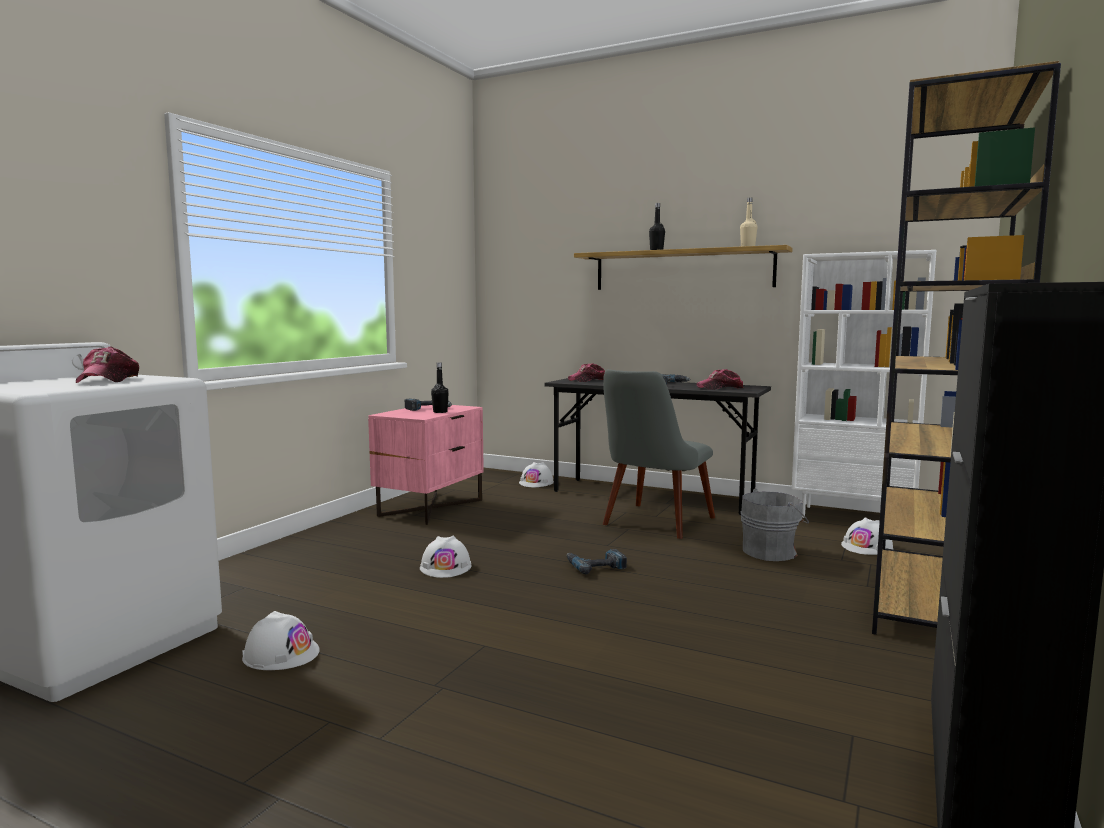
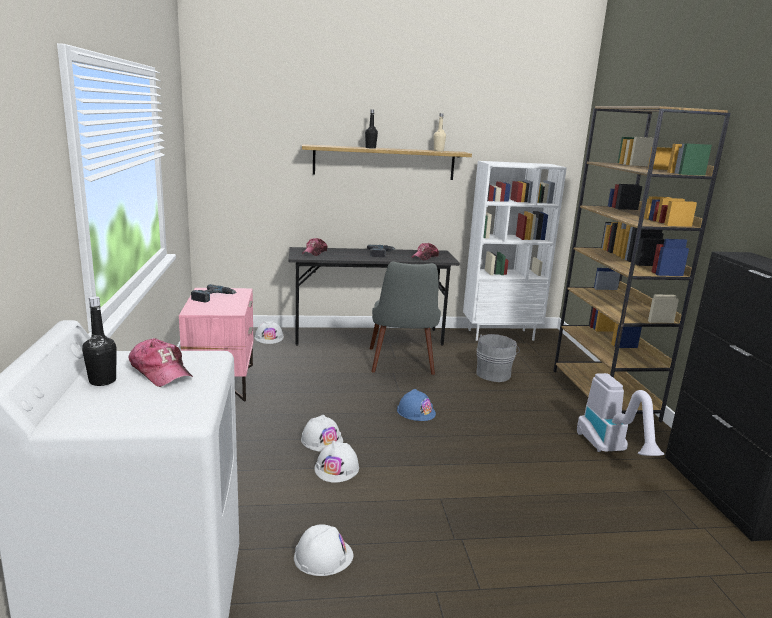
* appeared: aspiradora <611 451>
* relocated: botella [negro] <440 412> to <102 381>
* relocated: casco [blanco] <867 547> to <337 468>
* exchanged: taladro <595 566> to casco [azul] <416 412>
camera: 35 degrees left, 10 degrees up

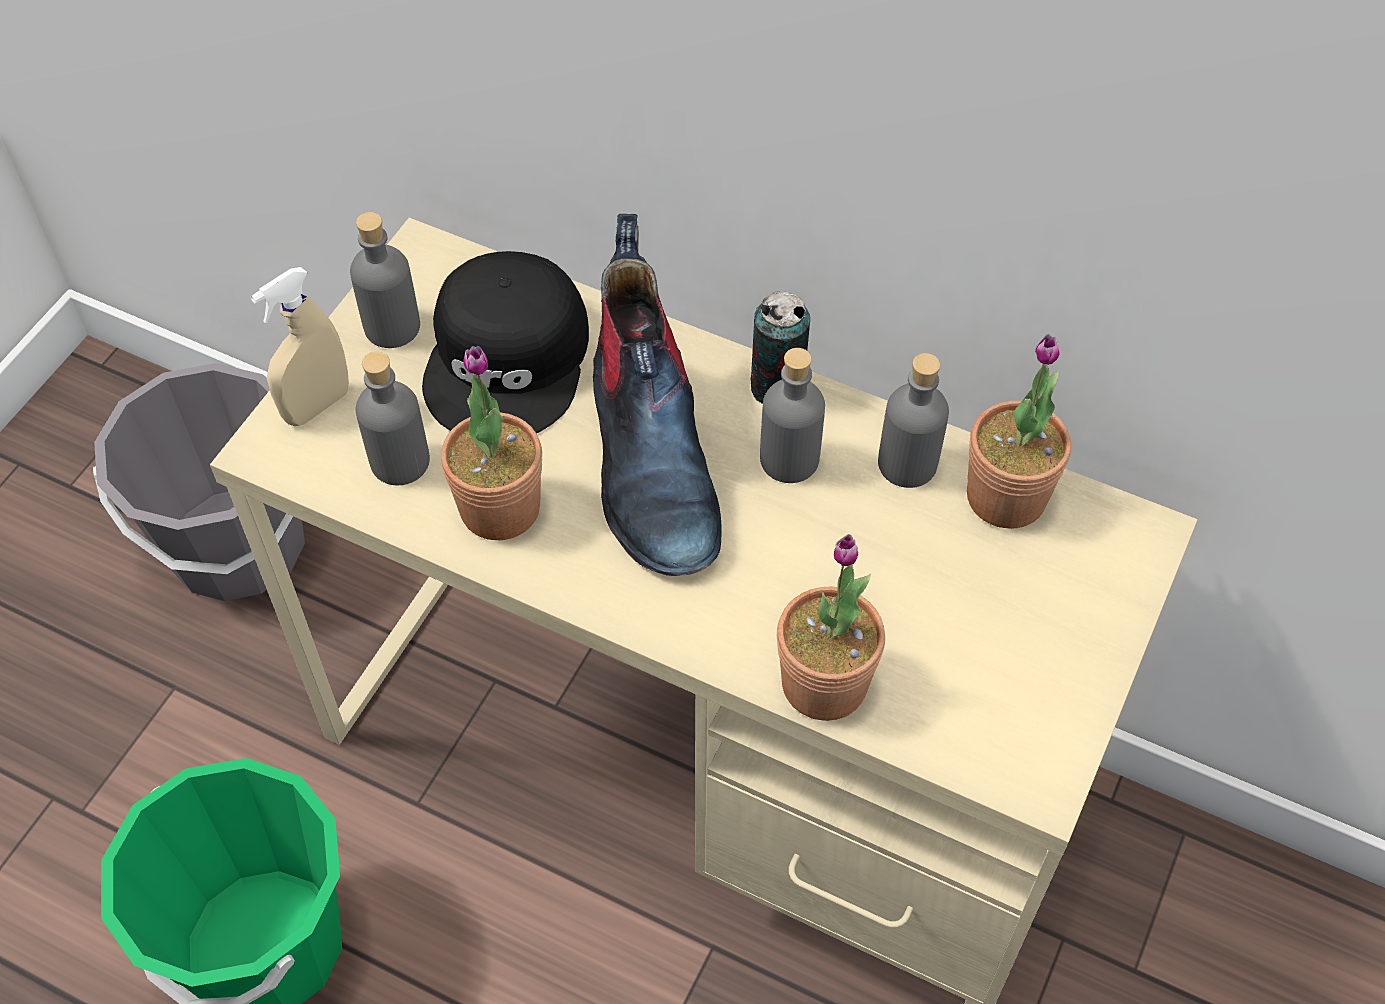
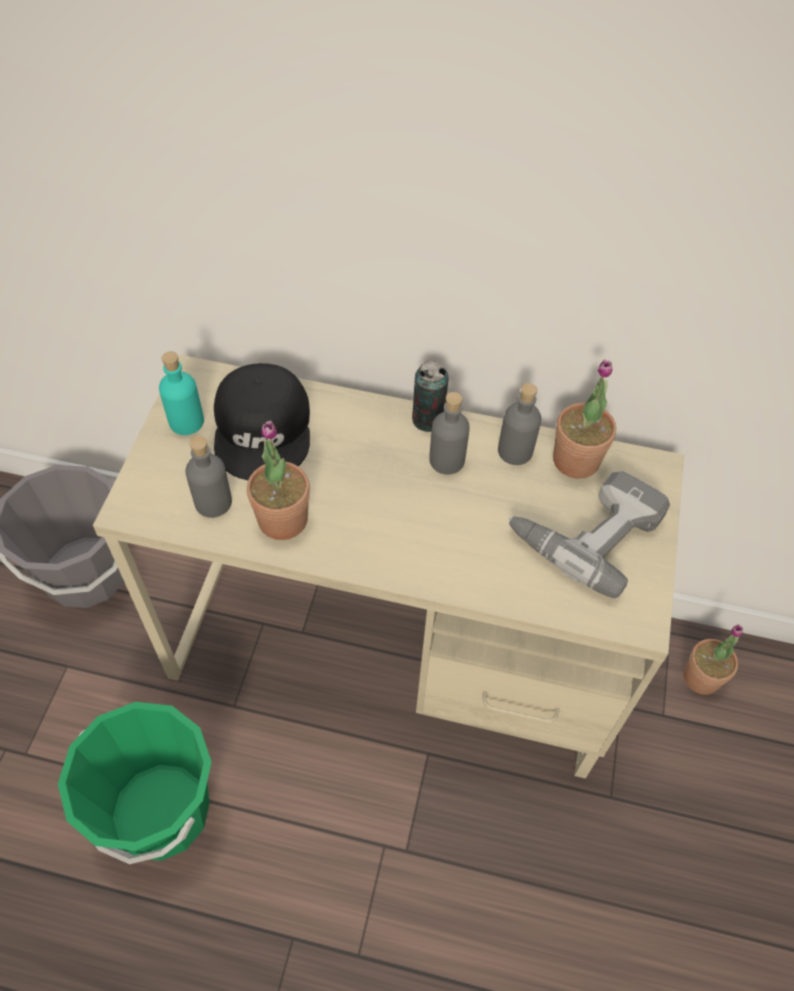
* missing: pulverizador [beis] <317 406>
* missing: bota <650 459>
* appeared: taladro <586 530>
* relocated: planta en maceta <824 683> to <701 677>
* colour: botella [gris] <392 326> to botella [turquesa] <186 421>
camera: 15 degrees left, 0 degrees up

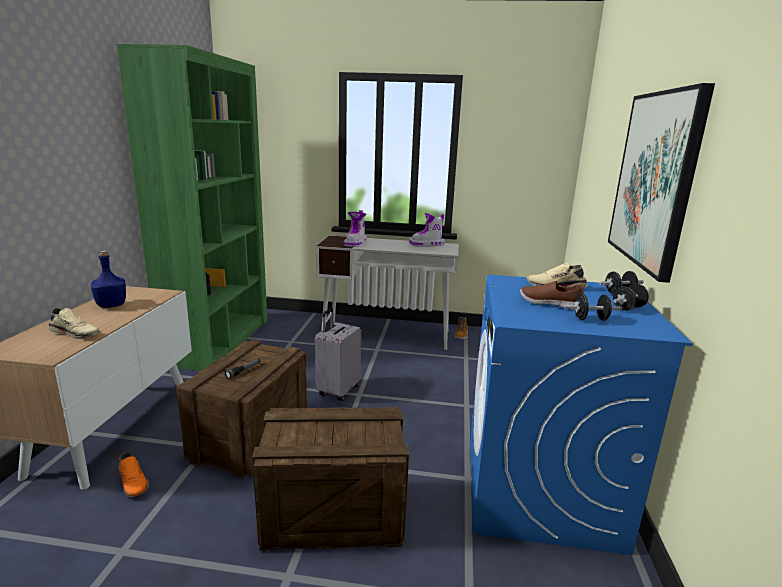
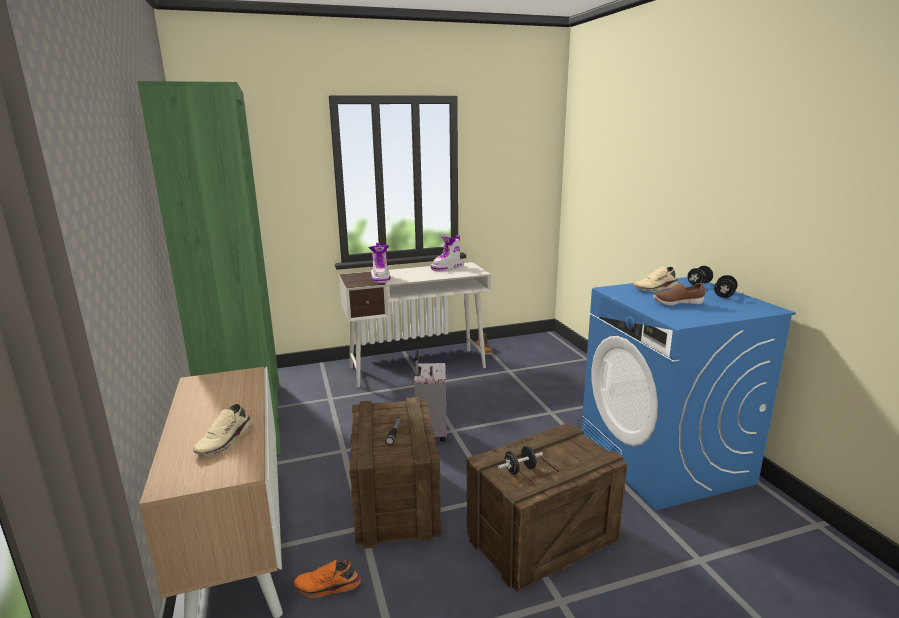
* missing: botella [azul] <112 305>
* missing: cuadro <654 179>
* relocated: mancuerna [negro] <590 319> to <520 470>
* spun: zapato [beis] <76 333> = <226 441> 120 degrees clockwise
* spun: zapato [naranja] <134 482> = <327 587> 150 degrees clockwise
camera: 25 degrees left, 0 degrees up

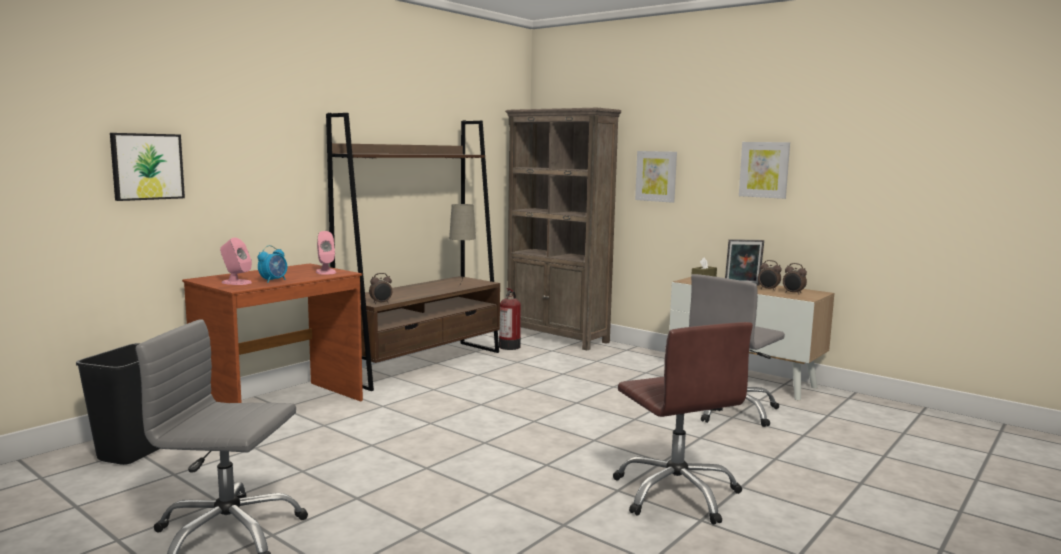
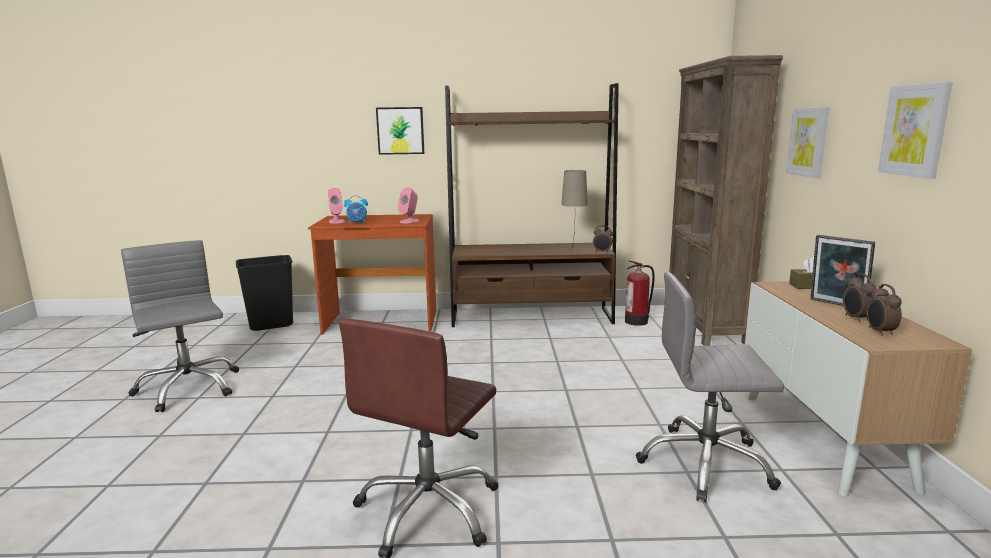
* relocated: cuadro <147 166> to <400 130>
* relocated: despertador <381 303> to <602 252>
camera: 50 degrees right, 5 degrees up

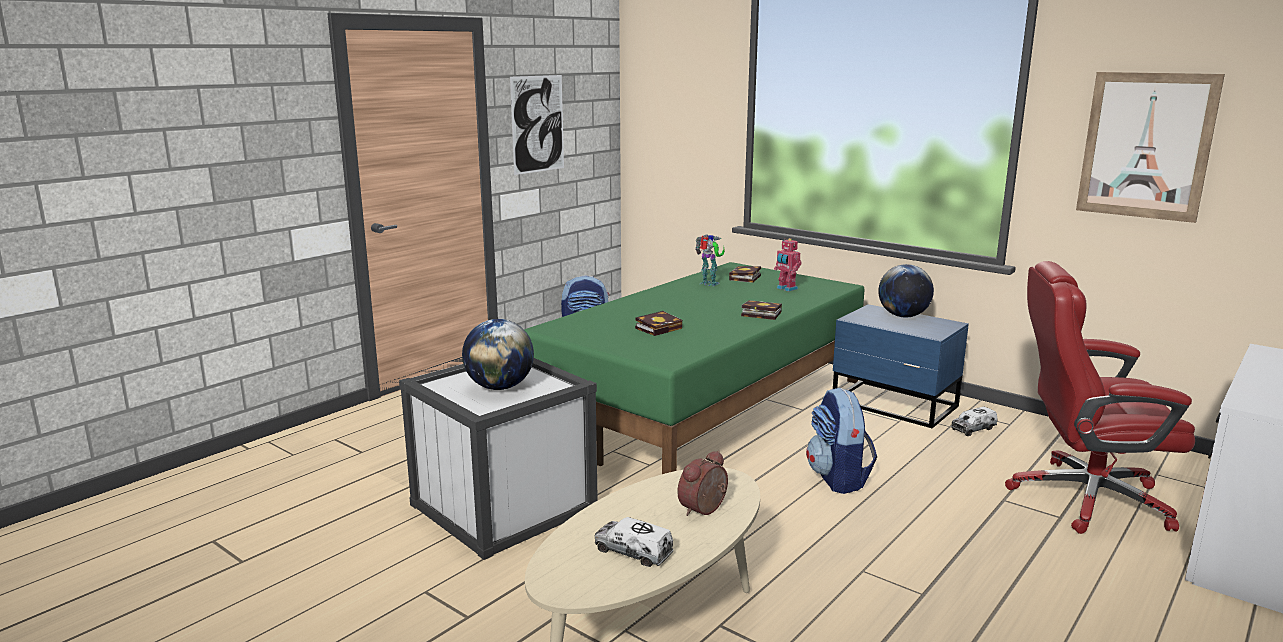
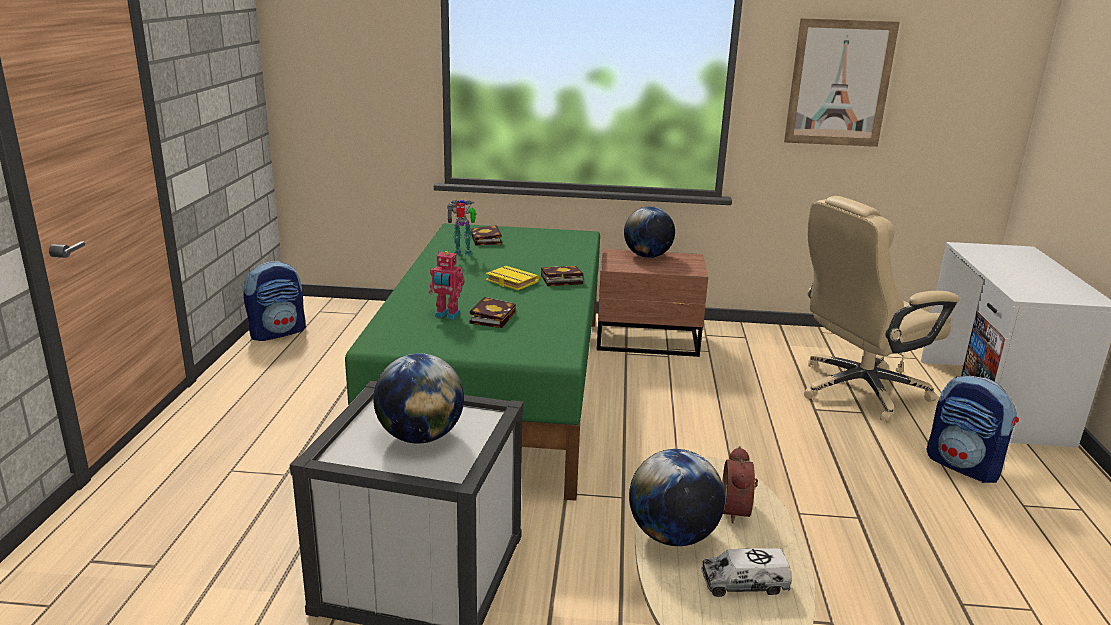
* missing: cuadro <538 124>
* missing: camión de juguete <973 429>
* appeared: libro [amarillo] <510 282>
* appeared: globo terráqueo <672 536>
* relocated: robot de juguete <786 289> to <447 315>
* relocated: mochila <838 479> to <964 466>
* colour: mesita de noche [azul] <895 405> to mesita de noche [marrón] <649 341>
* colour: silla de oficina [rojo] <1085 498> to silla de oficina [beis] <858 390>
camera: 35 degrees left, 5 degrees up

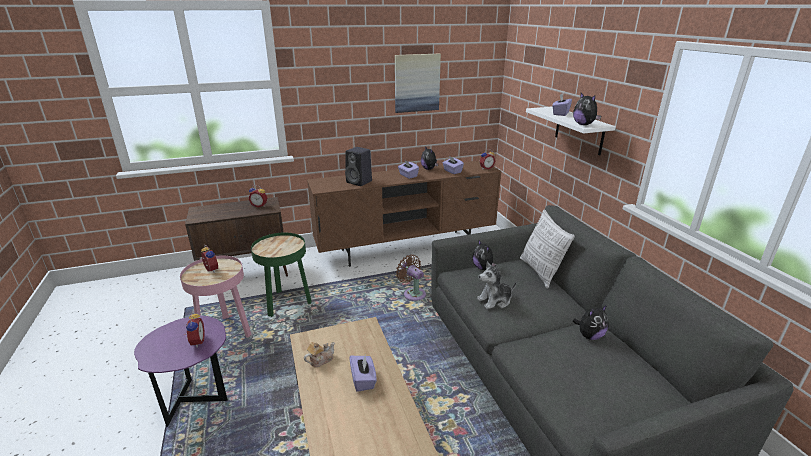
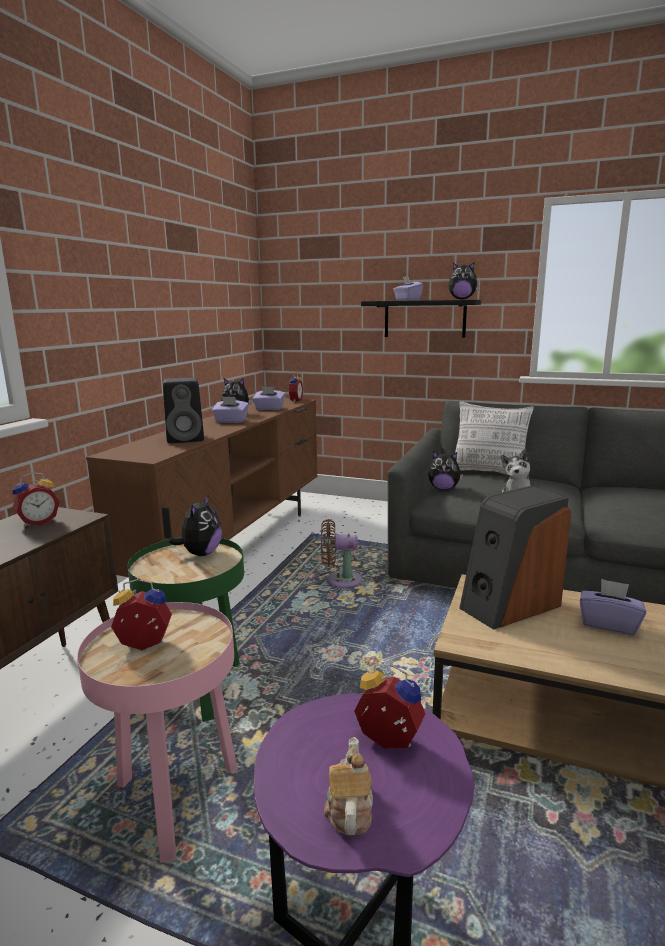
* missing: cuadro <417 83>
* appeared: altavoz <509 606>
* relocated: tetera <320 360> to <349 808>
* relocated: peluche <589 336> to <200 553>
* colour: estante [blanco] <579 130> to estante [negro] <424 319>
camera: 50 degrees left, 10 degrees down

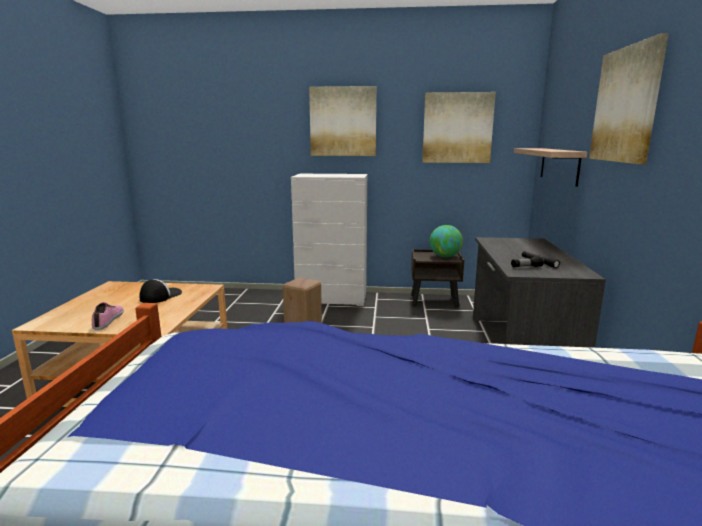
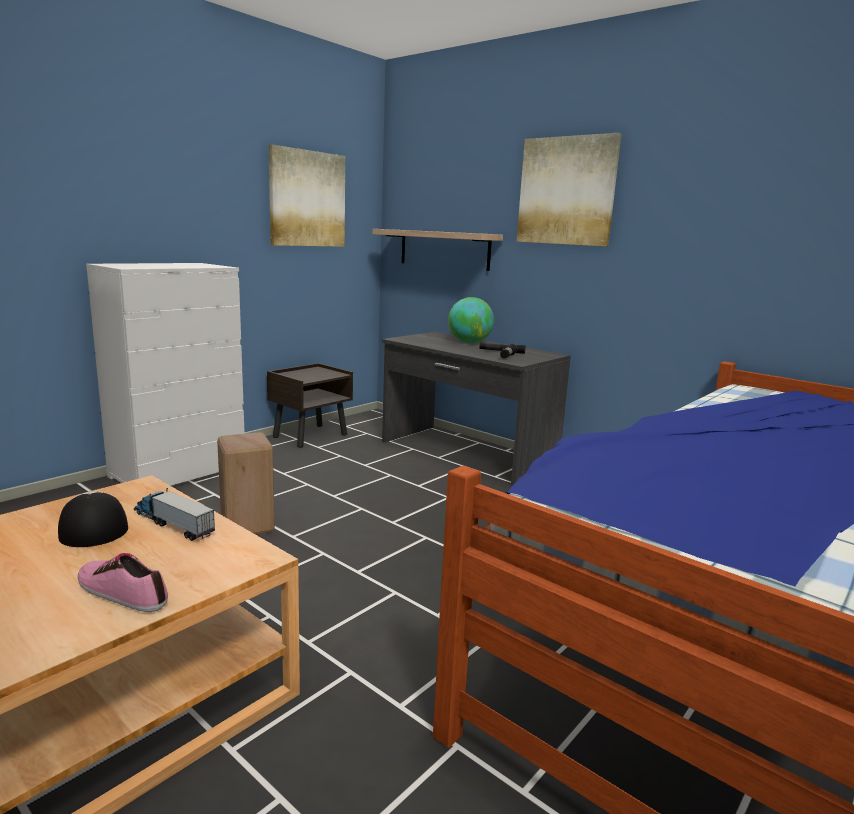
* missing: cuadro <343 121>
* appeared: camión de juguete <173 524>
* relocated: globo terráqueo <445 256> to <469 342>
camera: 55 degrees left, 0 degrees up

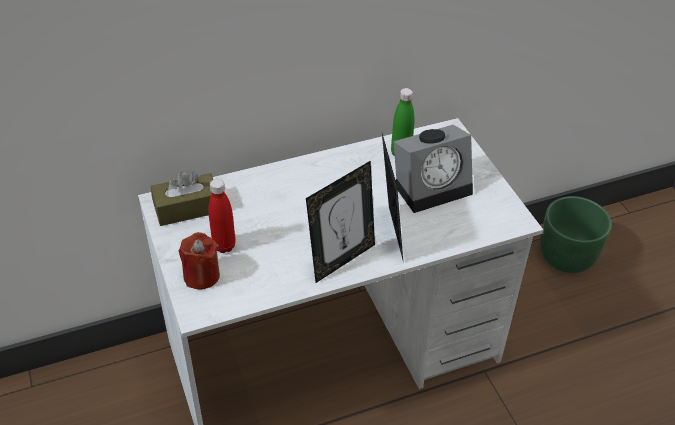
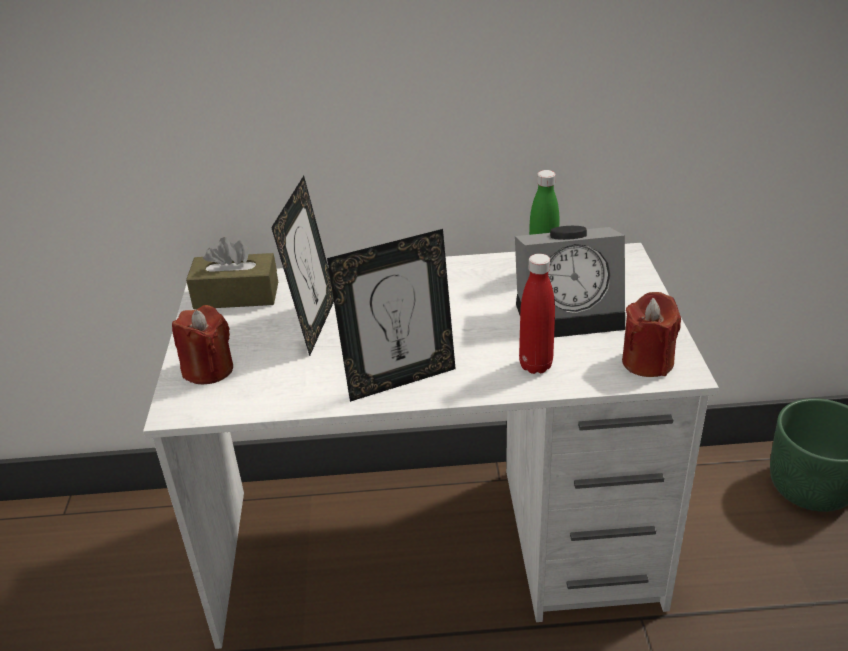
* appeared: vela [rojo] <647 362>
* relocated: botella [rojo] <224 246> to <535 365>
* relocated: portarretratos <389 234> to <315 324>
camera: 20 degrees right, 10 degrees down

